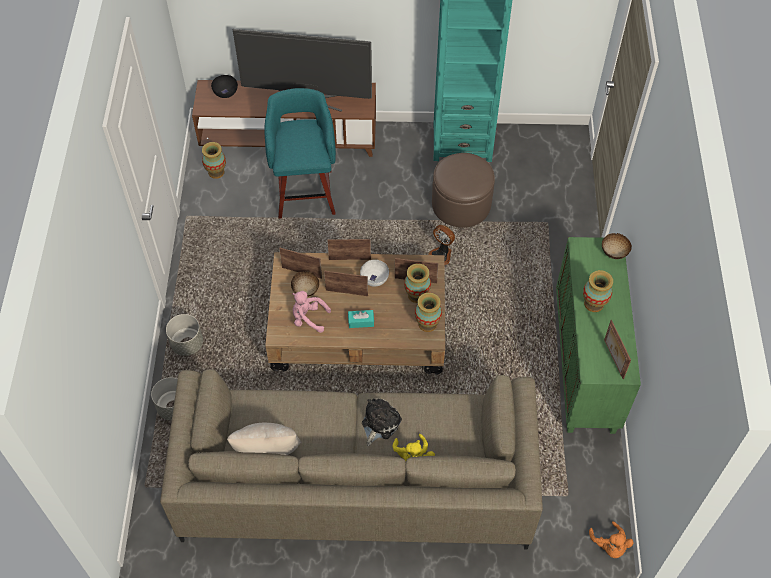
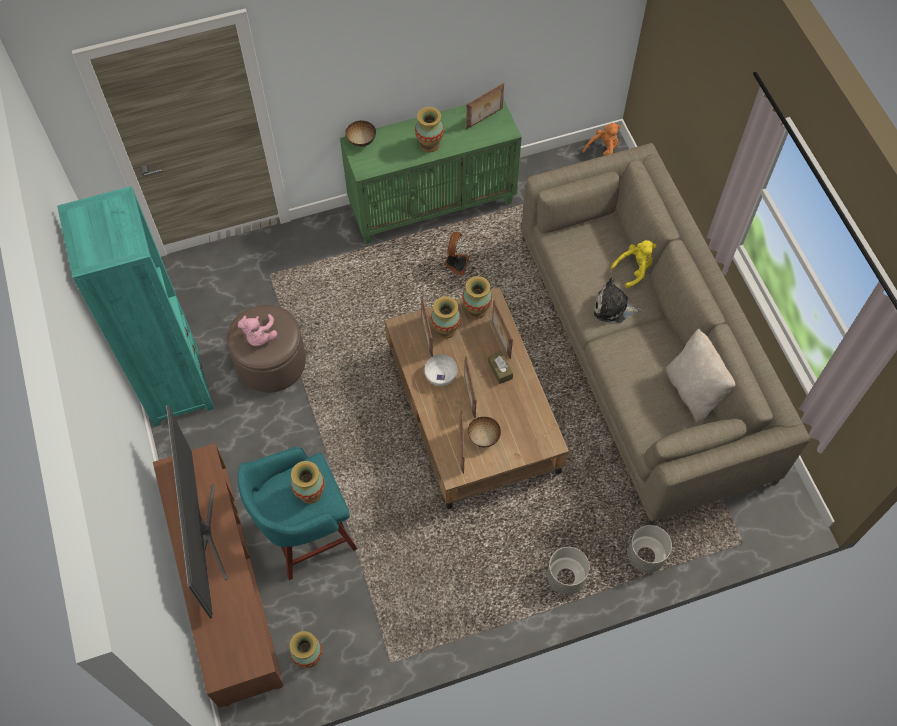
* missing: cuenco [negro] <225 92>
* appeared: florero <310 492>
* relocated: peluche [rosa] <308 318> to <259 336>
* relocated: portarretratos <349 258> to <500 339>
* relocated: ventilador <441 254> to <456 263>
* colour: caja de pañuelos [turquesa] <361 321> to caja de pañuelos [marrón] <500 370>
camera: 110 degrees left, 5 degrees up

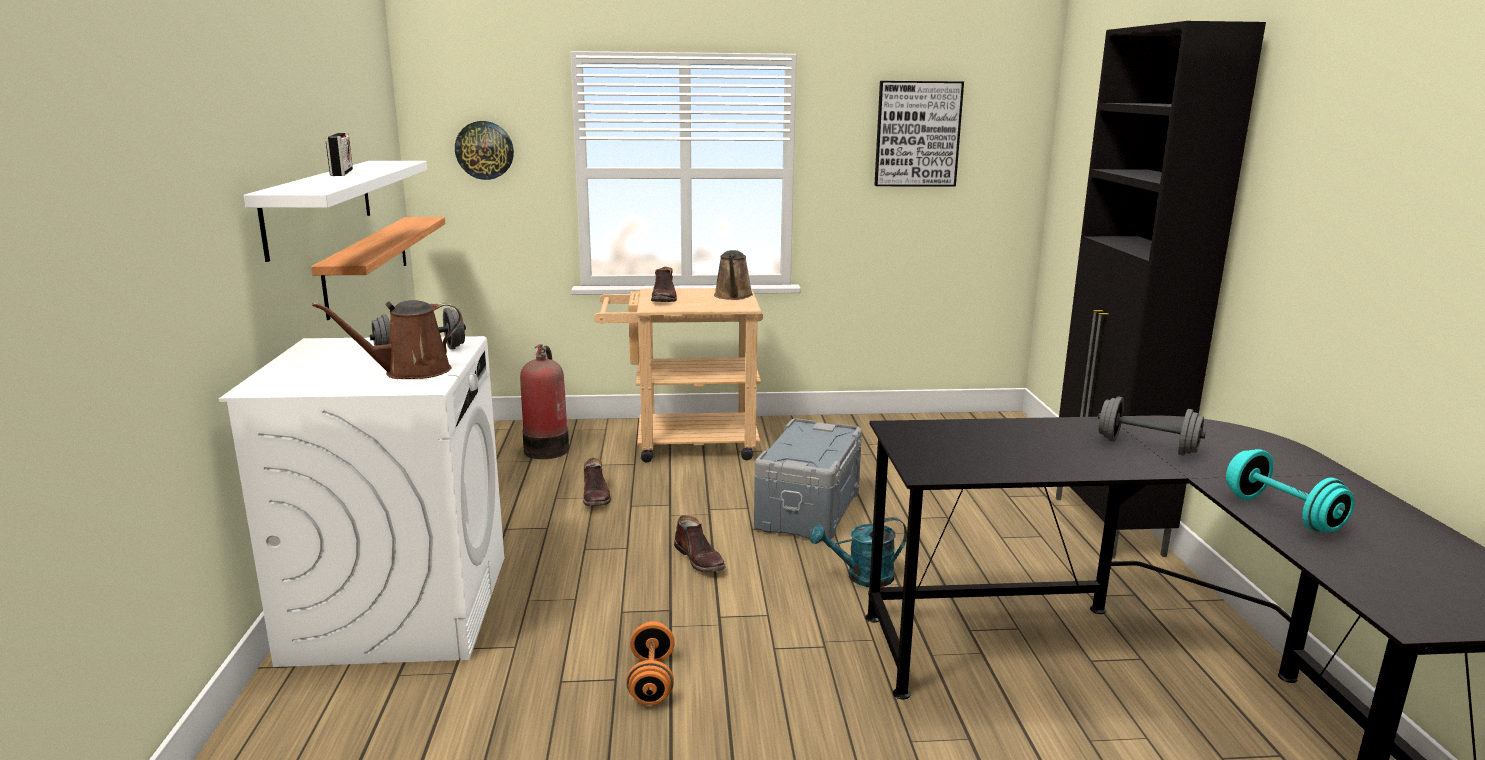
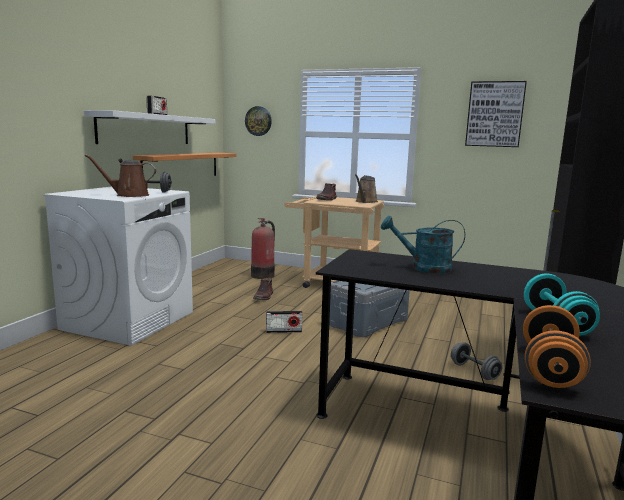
* relocated: mancuerna [naranja] <651 680> to <549 368>
* relocated: regadera [turquesa] <862 577> to <423 268>
* relocated: mancuerna [gris] <1147 447> to <474 371>
* exchanged: bota [marrón] <700 559> to radio <283 331>
camera: 25 degrees right, 5 degrees down

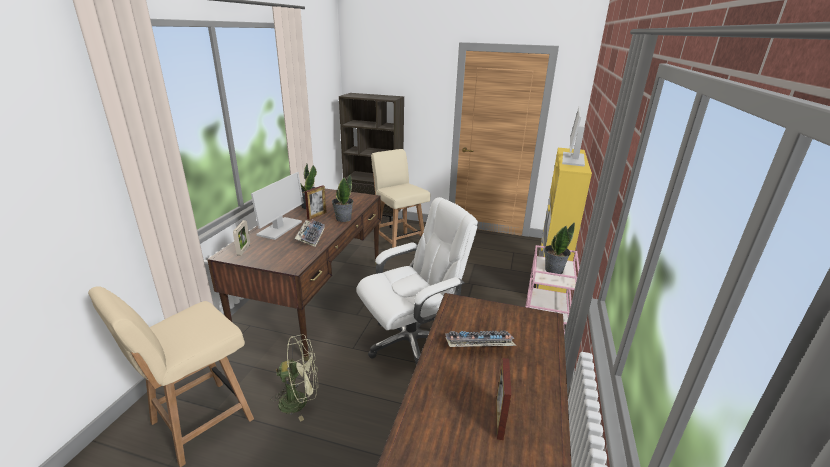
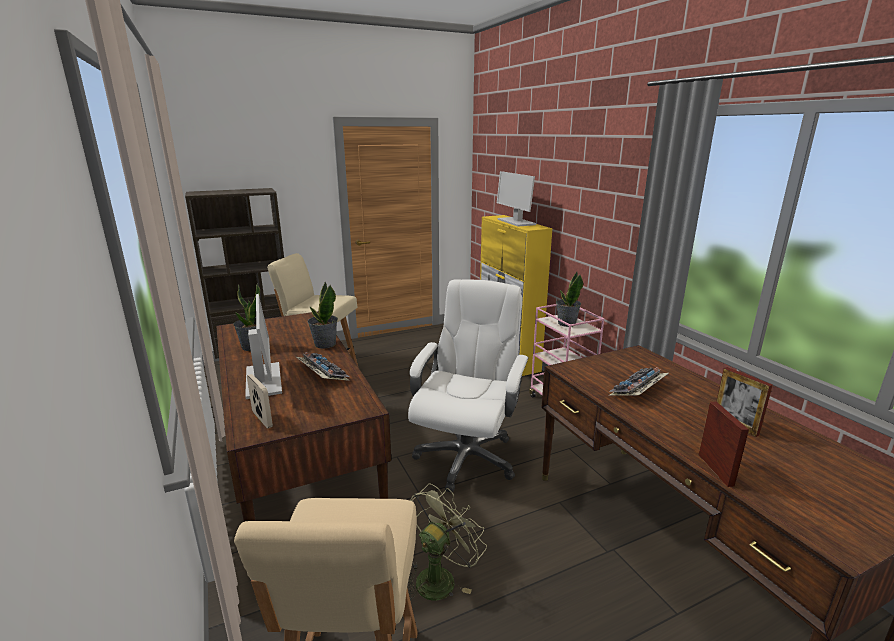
* relocated: portarretratos <317 215> to <715 470>
camera: 40 degrees left, 5 degrees down

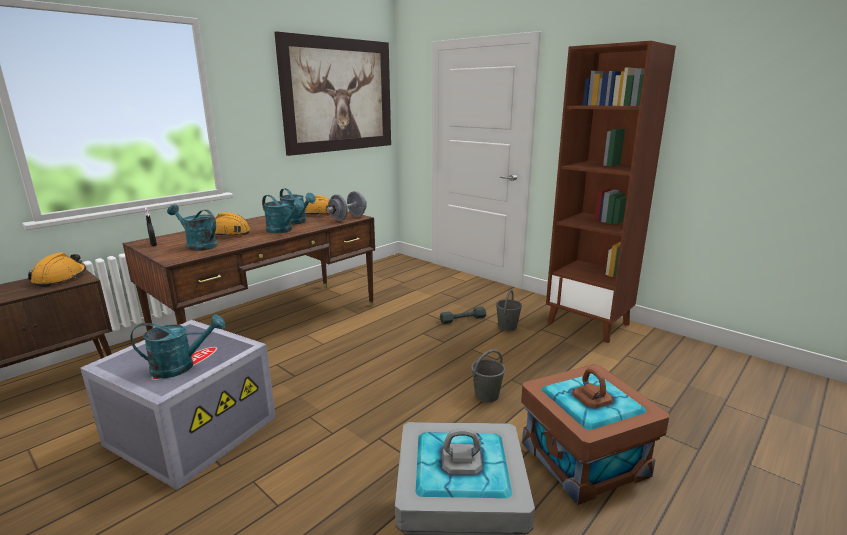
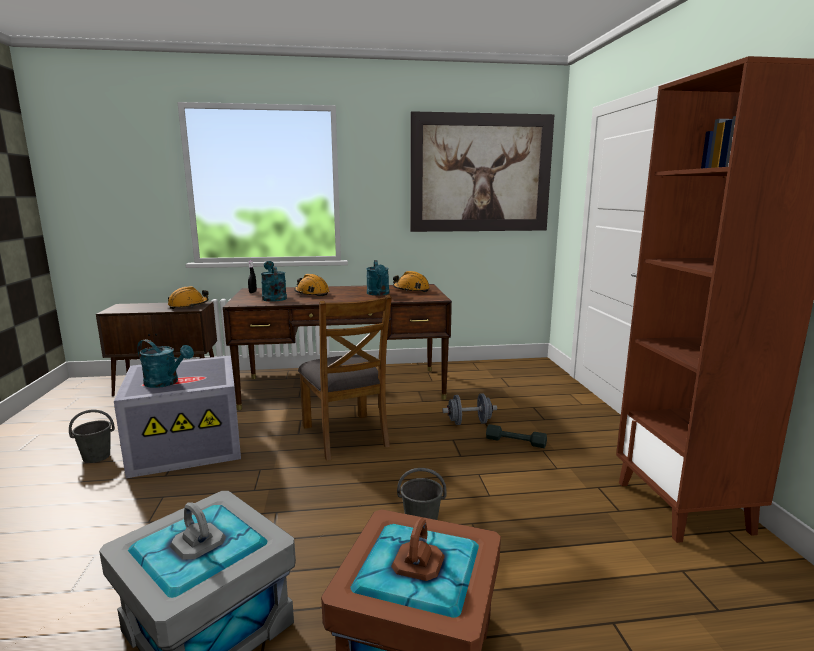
* missing: regadera [turquesa] <283 230>
* appeared: silla [marrón] <346 435>
* relocated: mancuerna [gris] <348 218> to <469 422>
* relocated: cubo [gris] <507 327> to <97 457>
camera: 40 degrees right, 5 degrees down

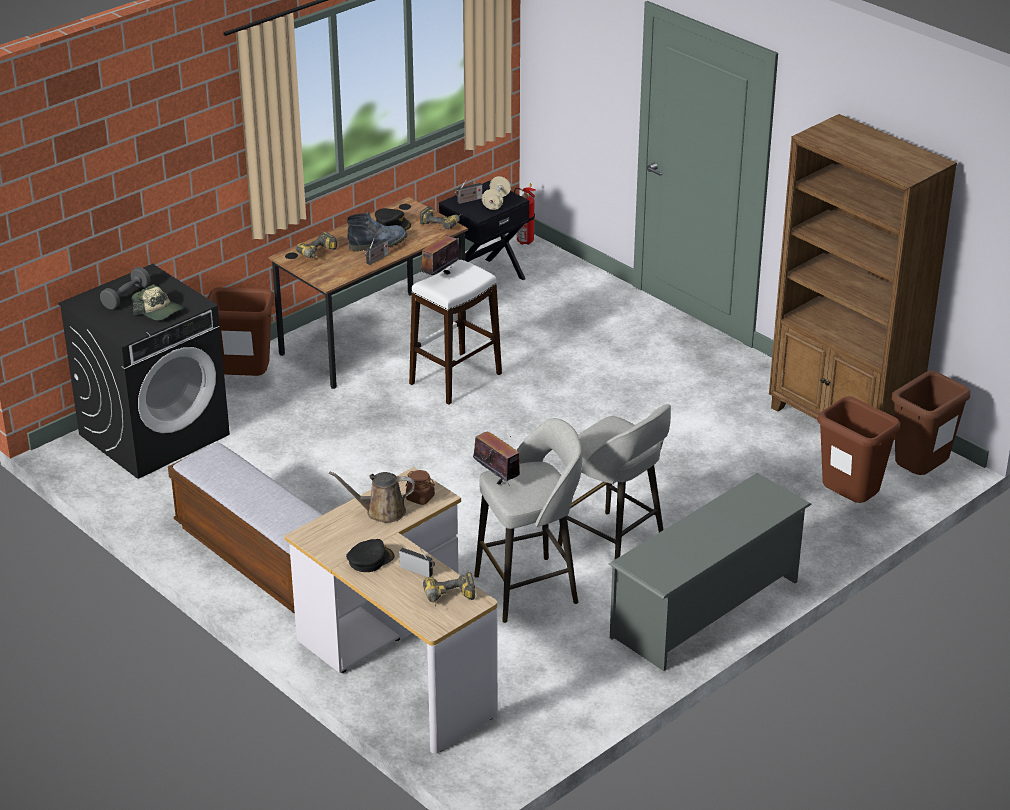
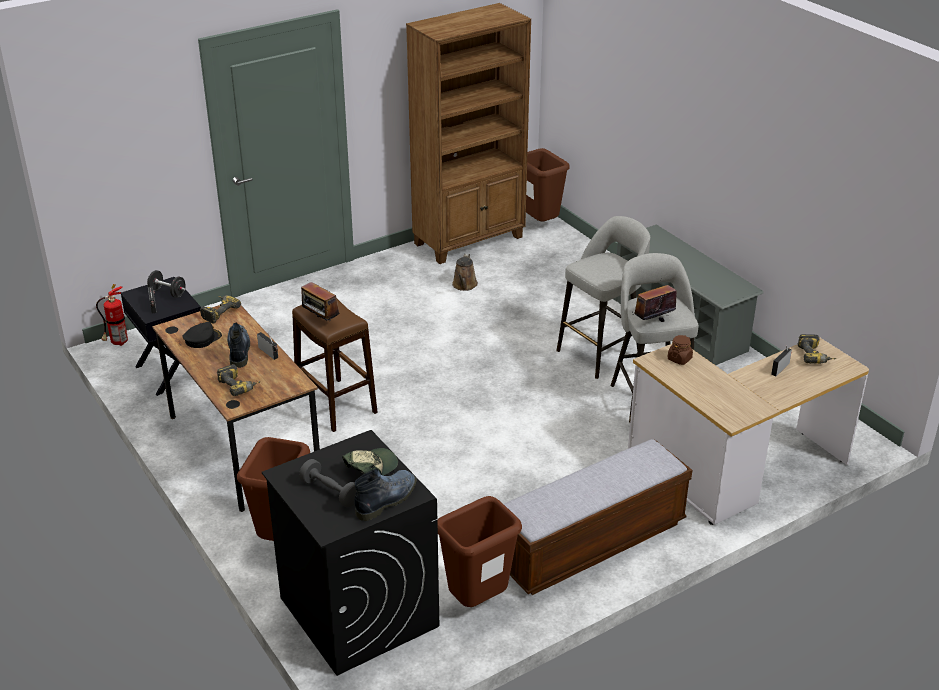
* missing: gorra [negro] <370 559>
* appeared: bota <387 499>
* relocated: regadera [marrón] <381 511> to <464 285>
* relocated: papelera [marrón] <849 503> to <478 602>
* colour: taburete [blanco] <455 379> to taburete [marrón] <336 405>
* colour: mancuerna [beis] <496 202> to mancuerna [negro] <167 293>
camera: 80 degrees left, 0 degrees up

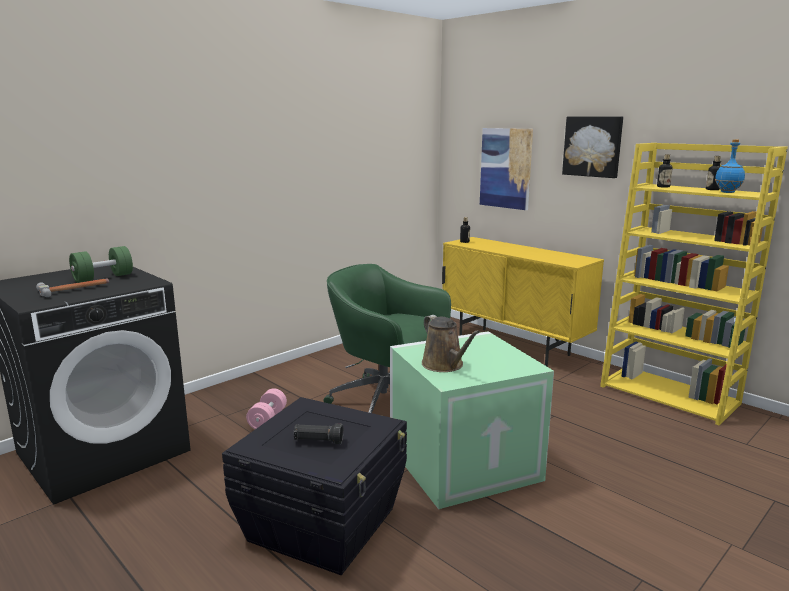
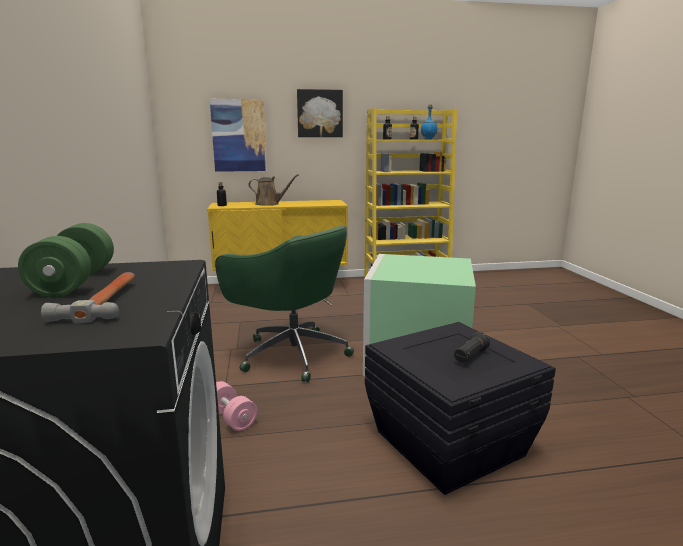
* relocated: regadera [marrón] <445 365> to <269 204>
* spun: silla de oficina [verde] <387 403> = <291 353> 120 degrees counterclockwise
camera: 55 degrees left, 0 degrees up

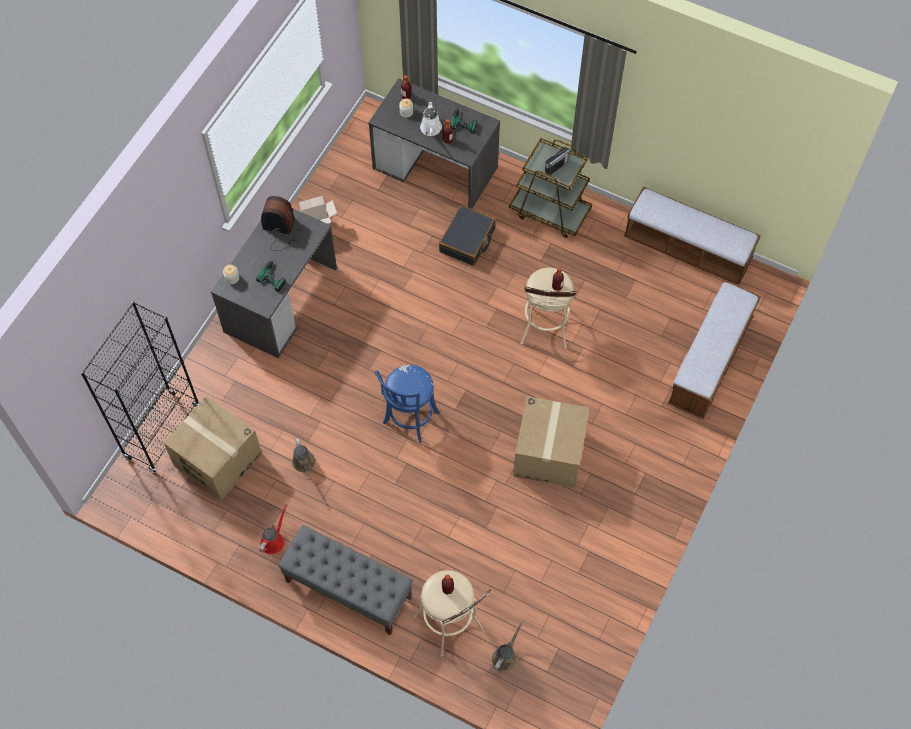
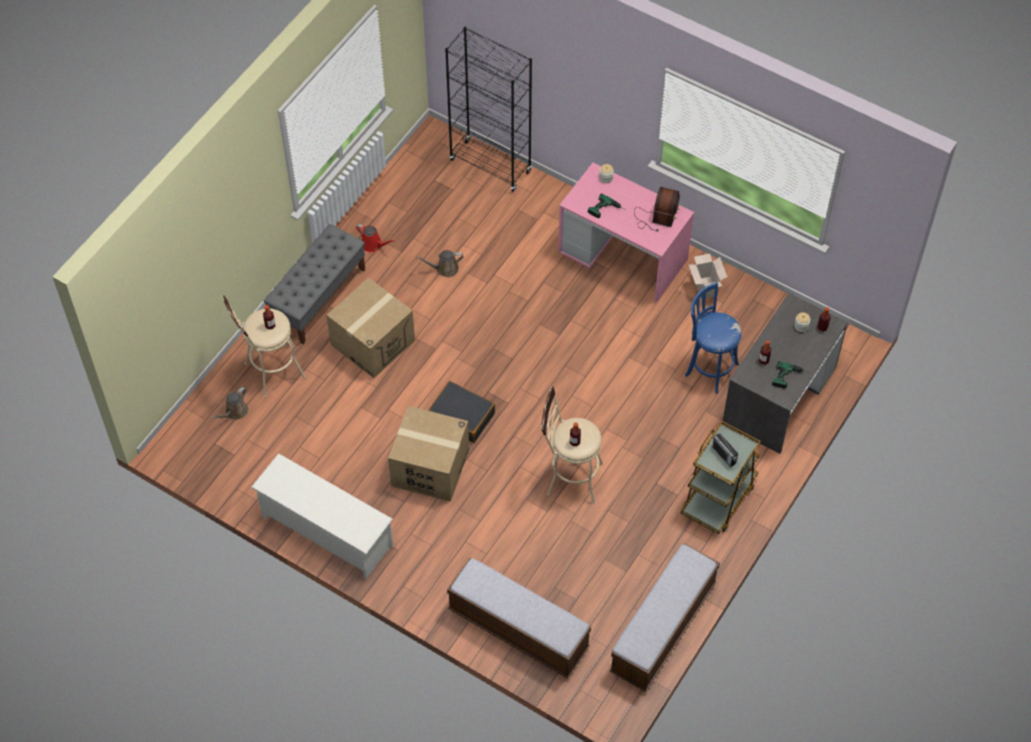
* missing: regadera [blanco] <431 129>
* appeared: zapatero [blanco] <326 532>
* relocated: caja de cartón <217 460> to <372 342>
* relocated: taburete [azul] <409 420> to <709 368>
* relocated: maleta [negro] <467 240> to <461 417>
* colour: escritorio [gris] <280 299> to escritorio [rosa] <623 255>
* spun: regadera [marrón] <505 656> = <235 412> 90 degrees clockwise
camera: 95 degrees right, 5 degrees down

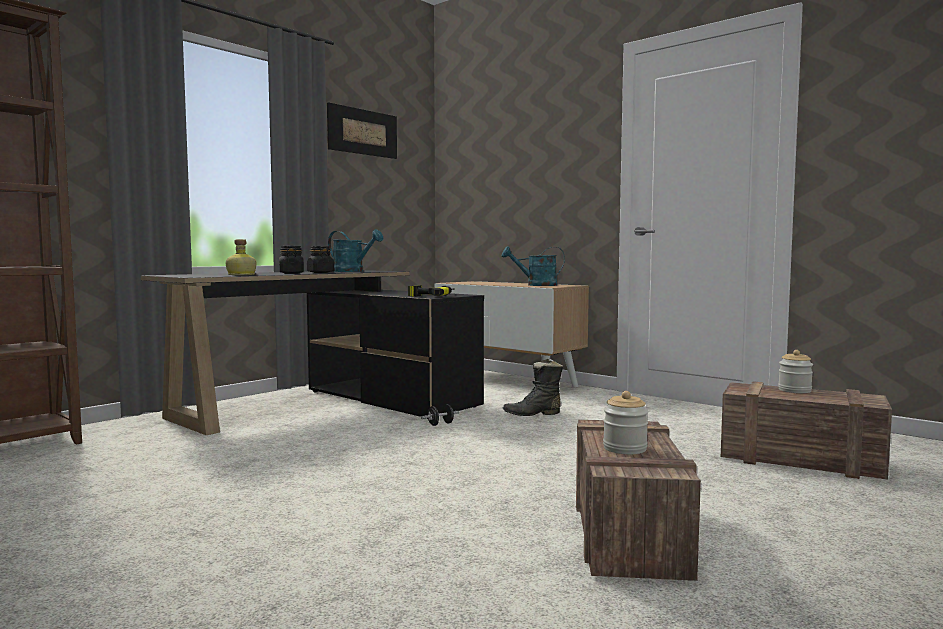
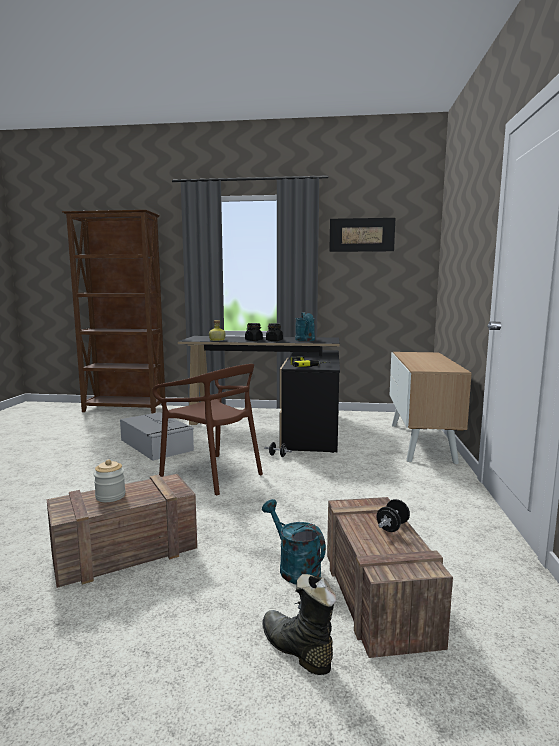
* appeared: caja de almacenaje [gris] <156 445>
* appeared: silla [marrón] <212 474>
* relocated: regadera [turquesa] <536 285> to <294 567>
* relocated: bota [negro] <533 414> to <296 649>
* exchanged: tarro <794 390> to mancuerna [negro] <392 527>
camera: 55 degrees right, 5 degrees up

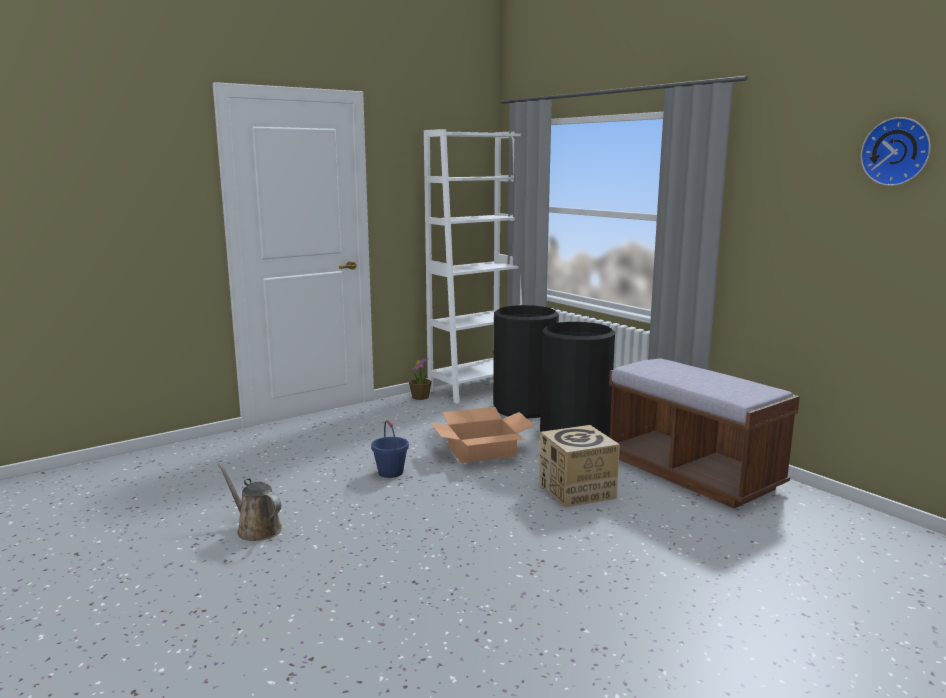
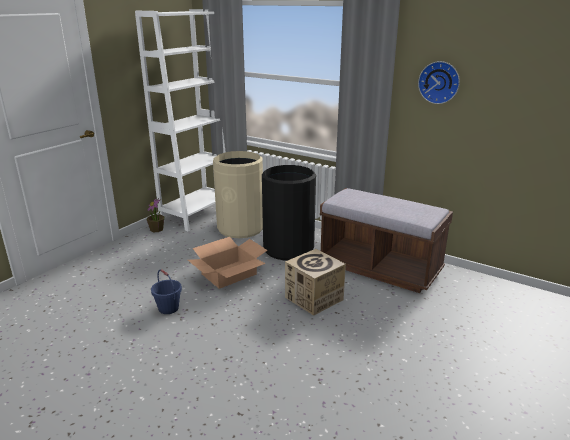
* missing: regadera [marrón] <256 529>
* relocated: reloj de pared <897 151> to <439 82>
* colour: papelera [negro] <524 408> to papelera [beis] <240 228>
camera: 20 degrees left, 10 degrees up

